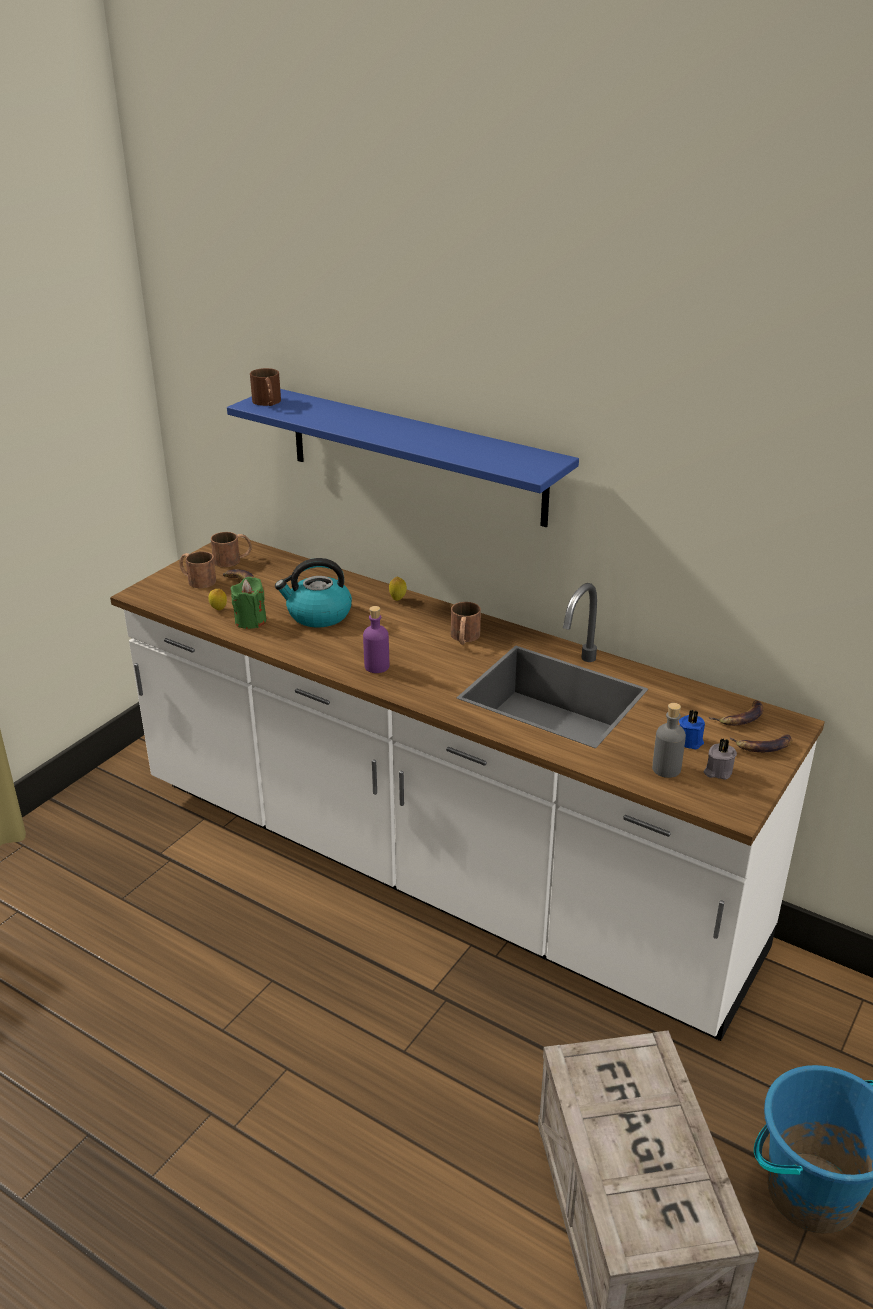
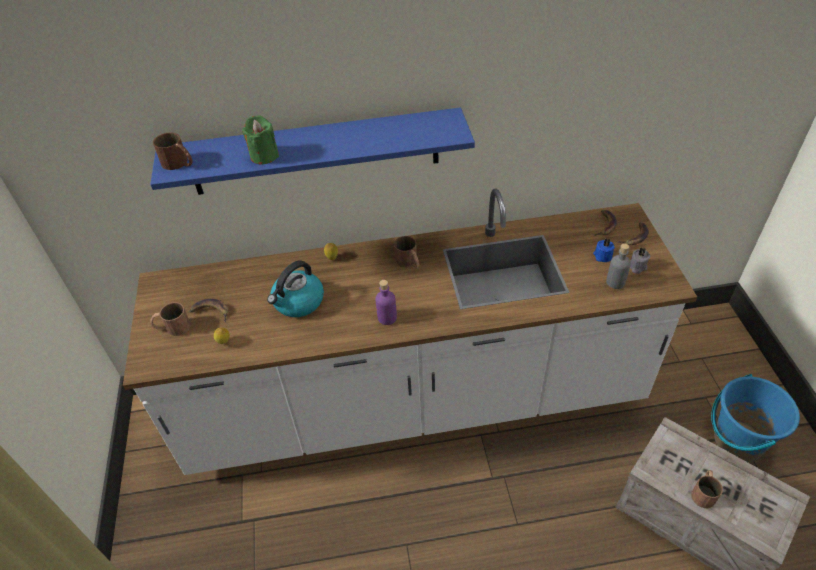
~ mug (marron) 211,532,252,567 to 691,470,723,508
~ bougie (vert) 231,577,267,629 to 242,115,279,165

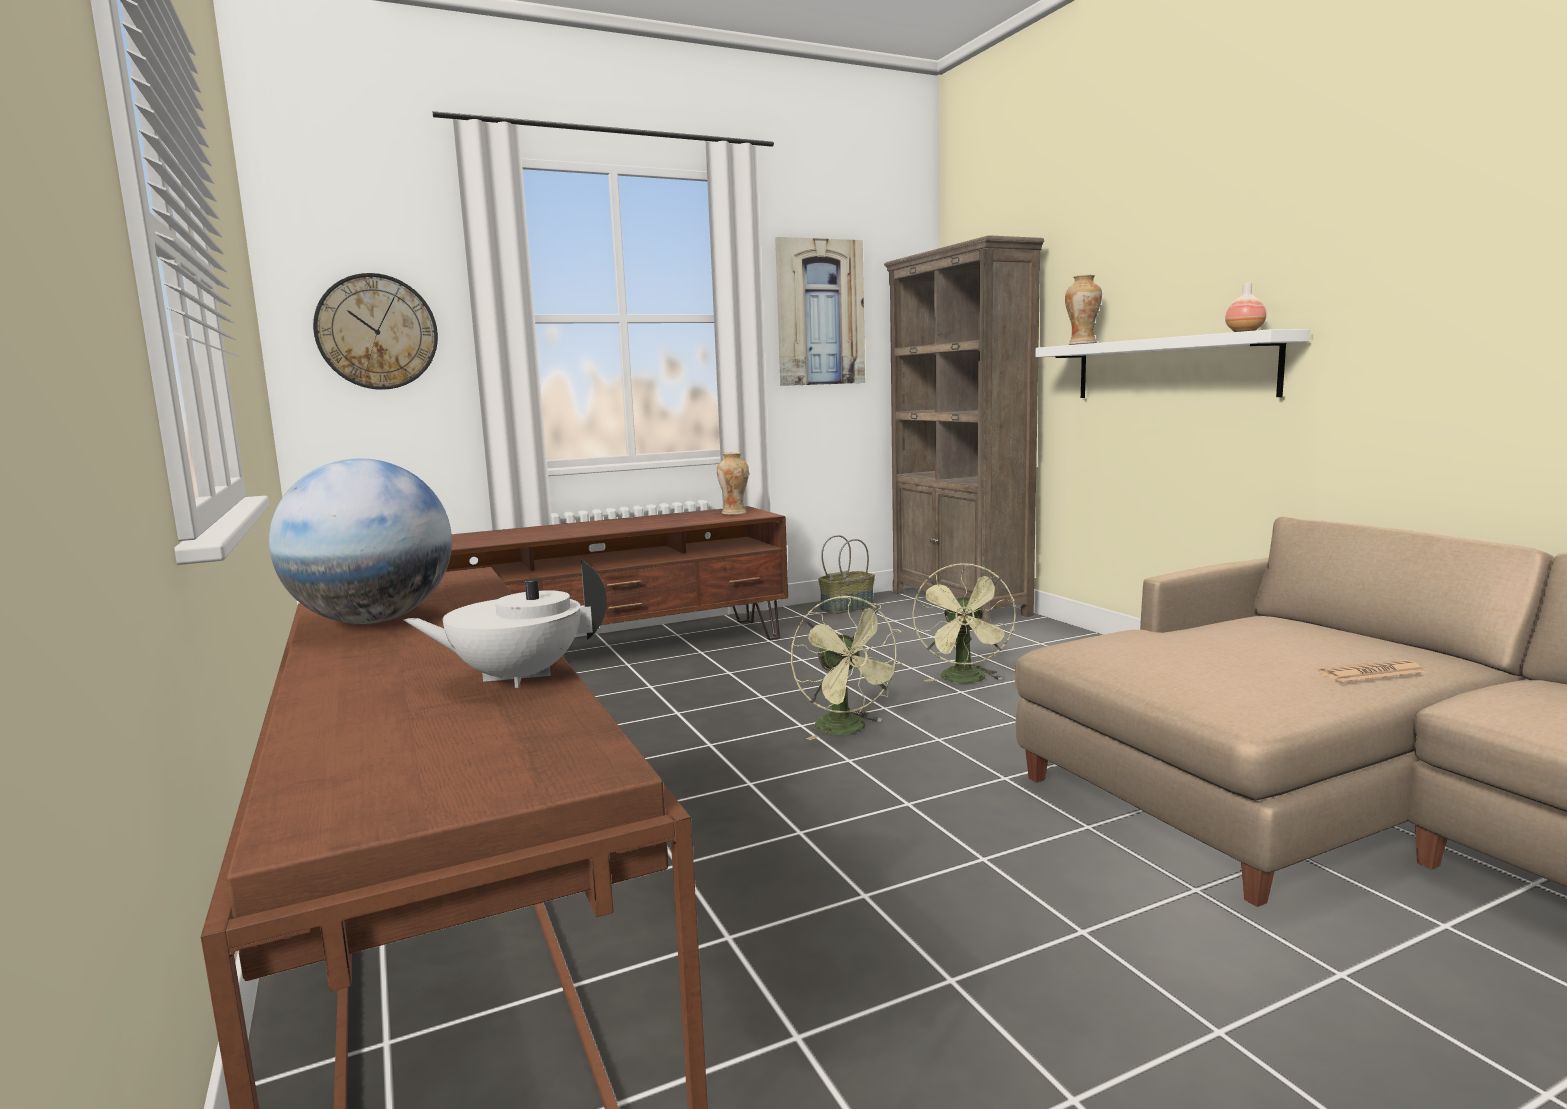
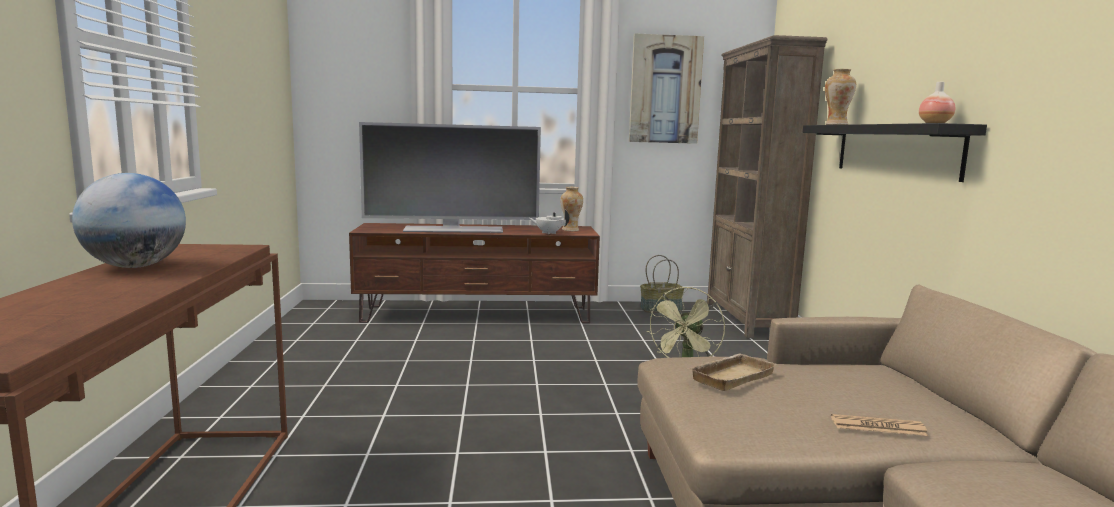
- horloge murale 313,273,438,390
~ théière (blanc) 404,560,607,688 to 529,210,569,234
- ventilateur (vert) 791,596,905,740
~ étagère (blanc) 1036,329,1310,398 to étagère (noir) 803,123,987,182
+ téléviseur 359,122,541,233
+ plateau (beige) 688,354,777,391

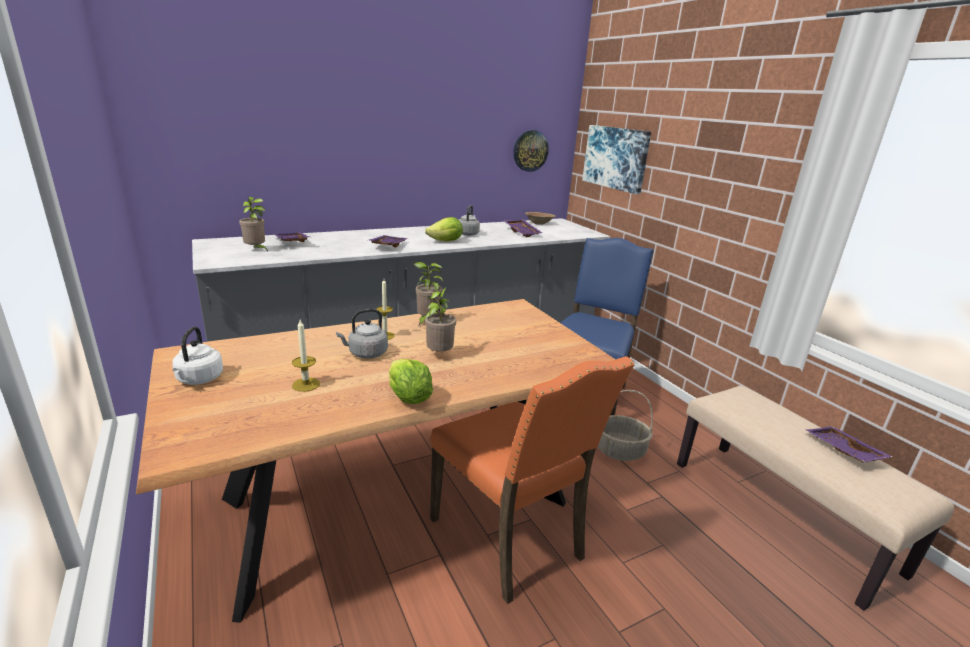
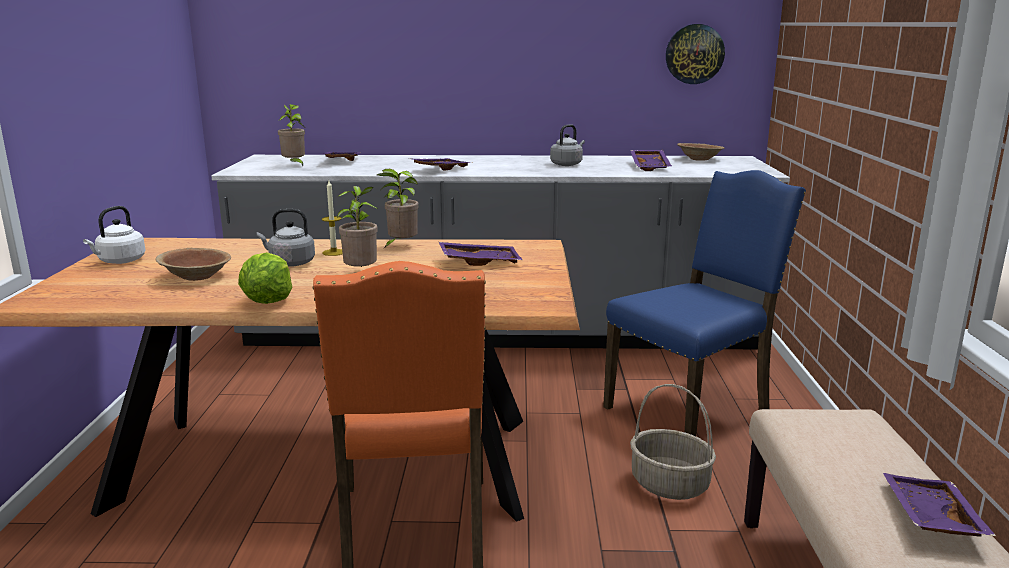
~ bougie 292,320,320,392 to bol (marron) 156,248,231,281
- laitue 425,217,463,242
- tableau 582,125,651,194
+ plateau (violet) 439,242,523,266

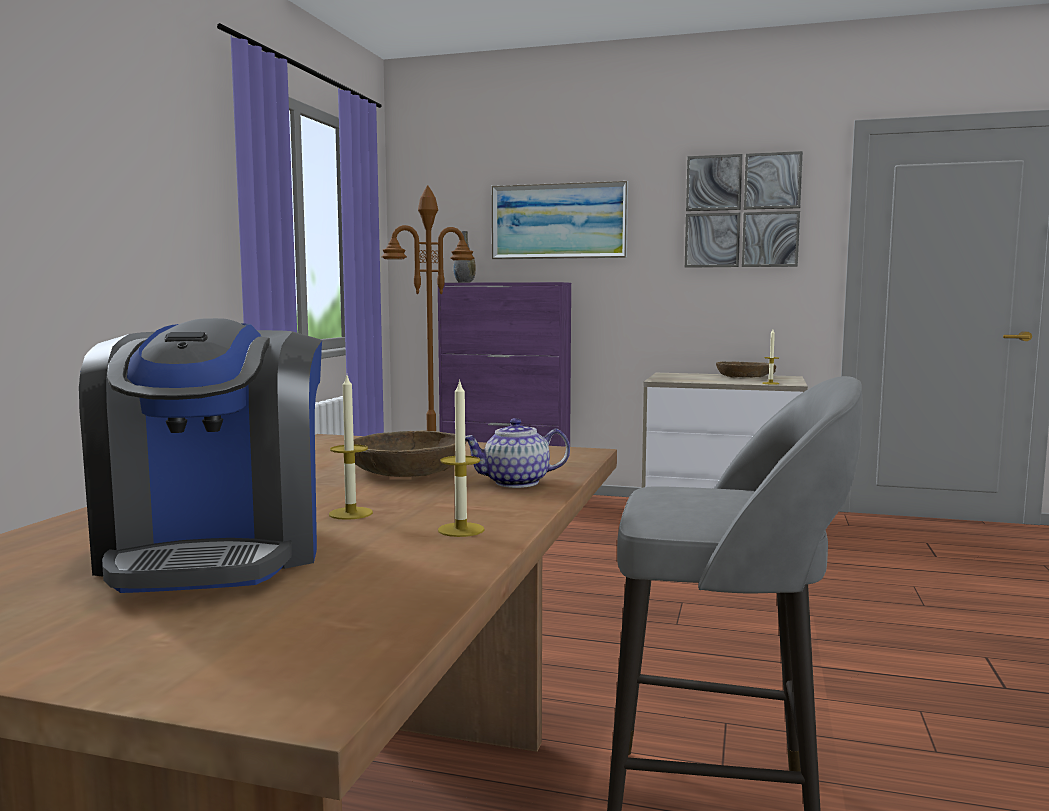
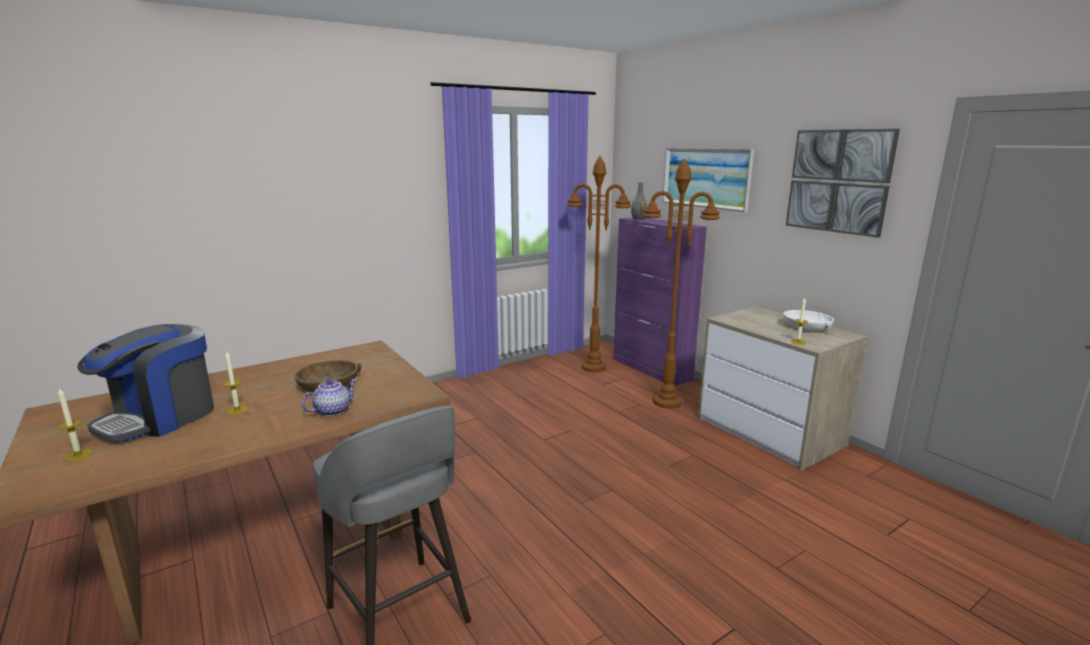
~ bougie 438,379,485,537 to 57,387,93,462
~ théière 465,418,570,488 = 302,379,357,416 105 degrees clockwise
~ bol (marron) 716,362,776,378 to bol (blanc) 783,310,834,331
+ lampadaire (marron) 642,158,720,409

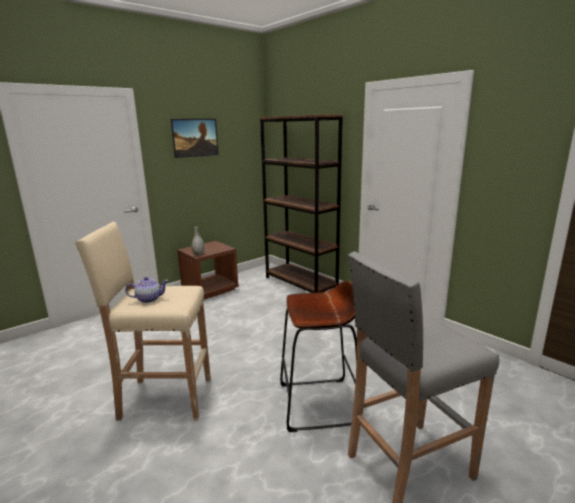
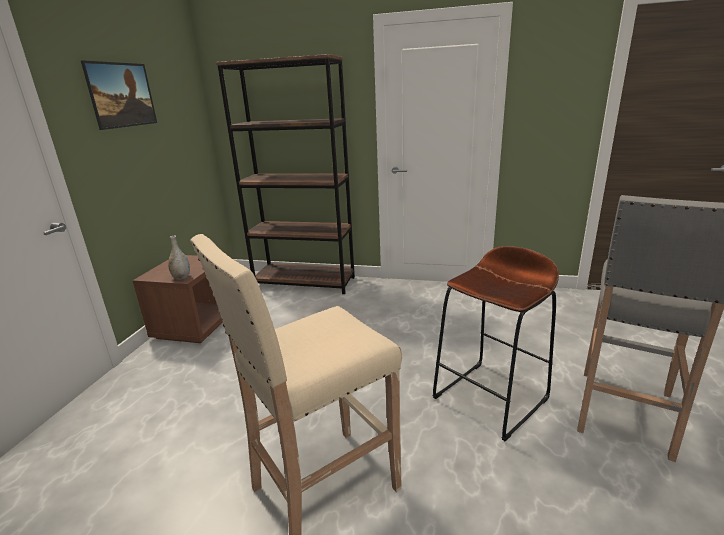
- théière 125,277,168,303

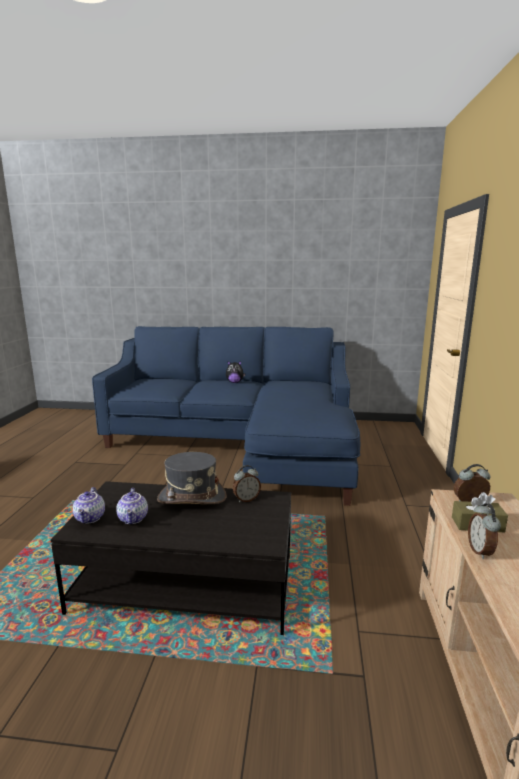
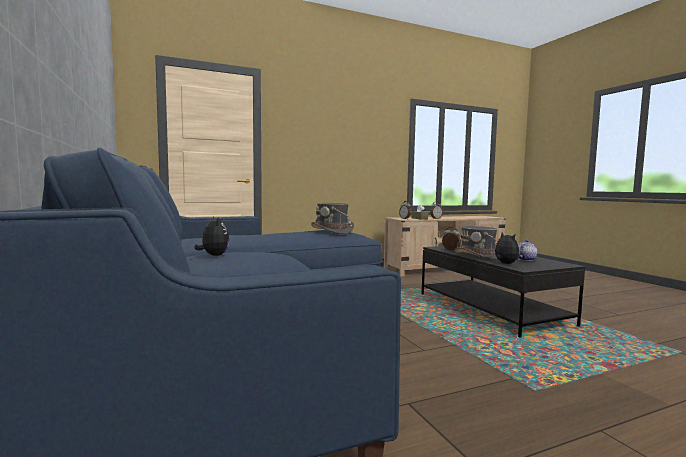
- théière 73,487,105,524
+ chapeau (gris) 311,203,354,234
+ peluche 491,232,519,264

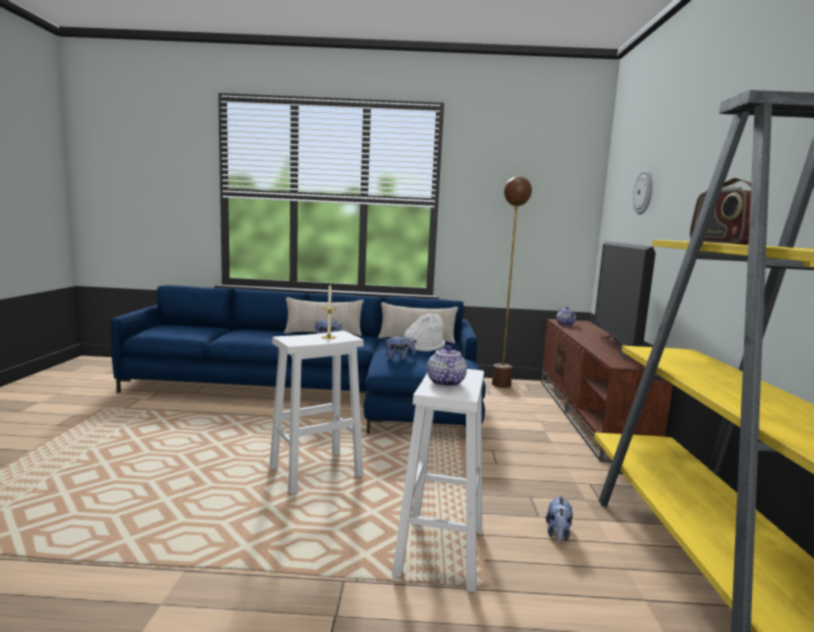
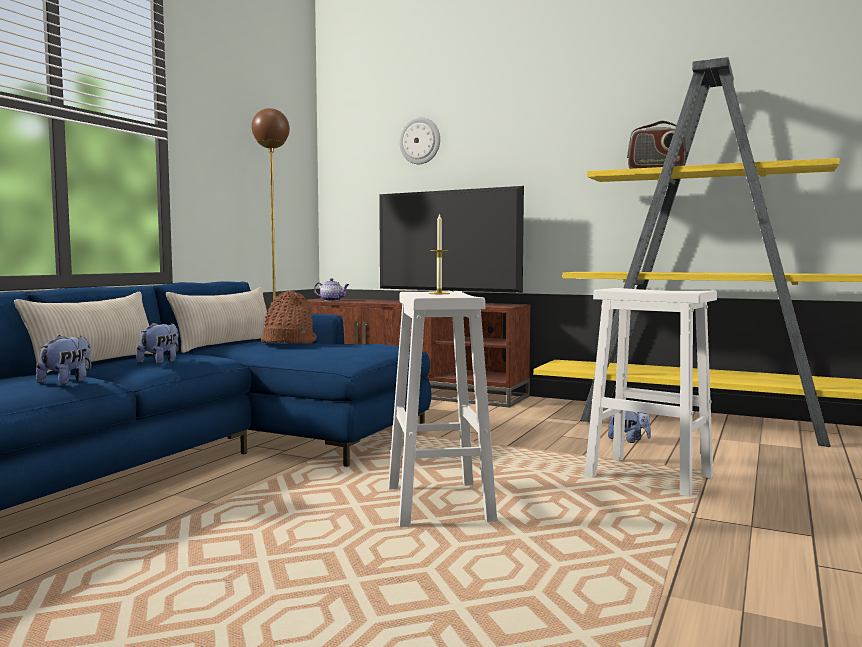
~ peluche 384,335,415,360 to 36,335,91,385
~ chapeau (blanc) 404,314,445,352 to chapeau (marron) 261,291,316,344
- théière 427,345,467,387

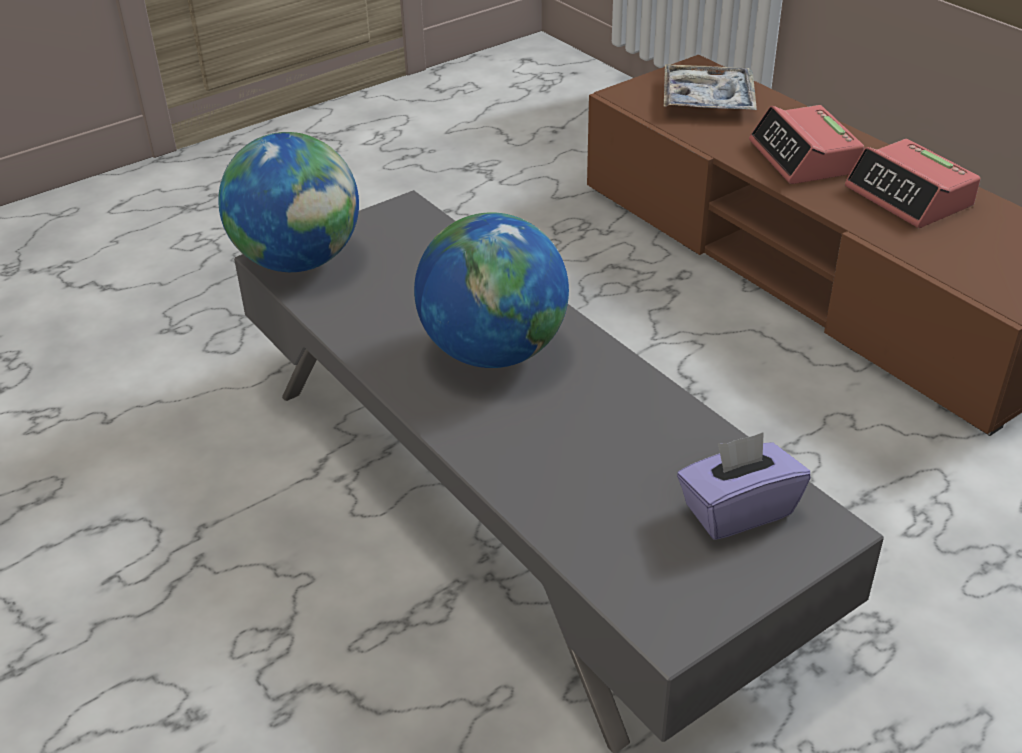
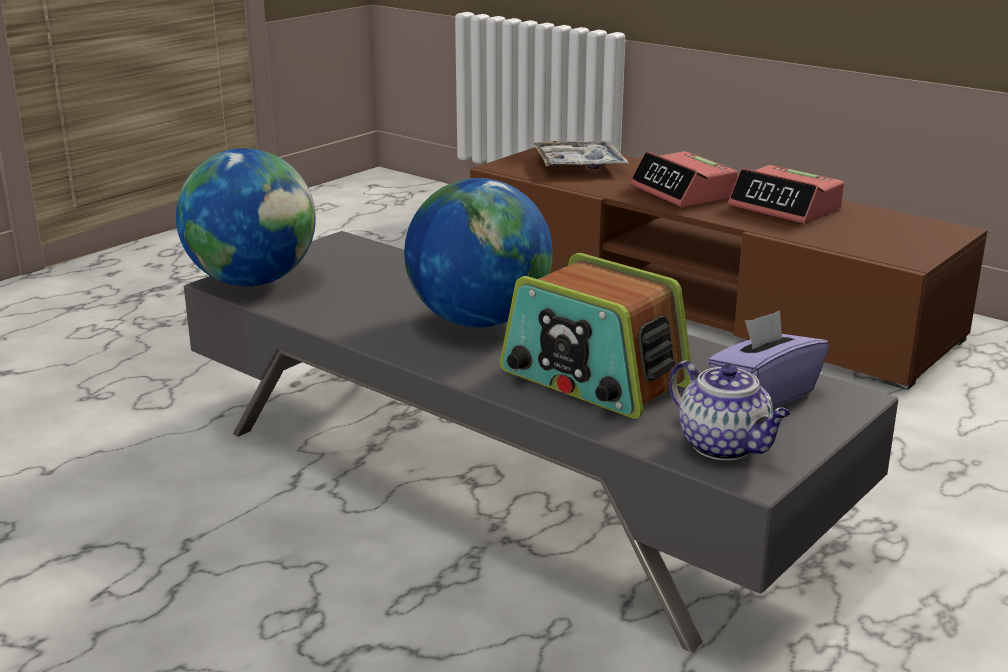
+ radio 500,253,691,419
+ théière 669,360,791,460

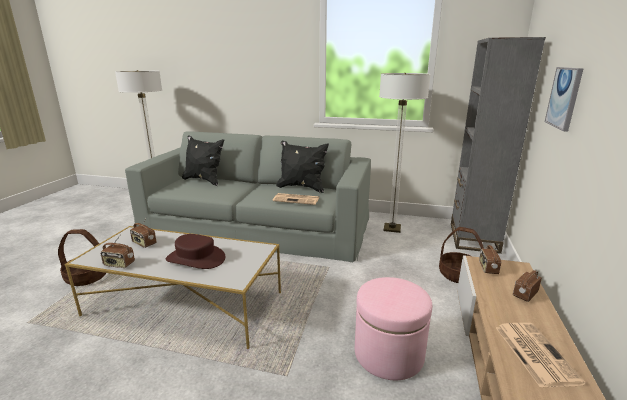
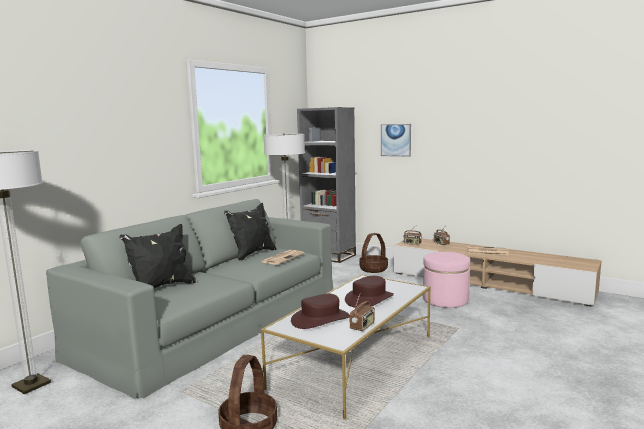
~ radio 130,218,156,248 to chapeau (marron) 291,294,350,329

